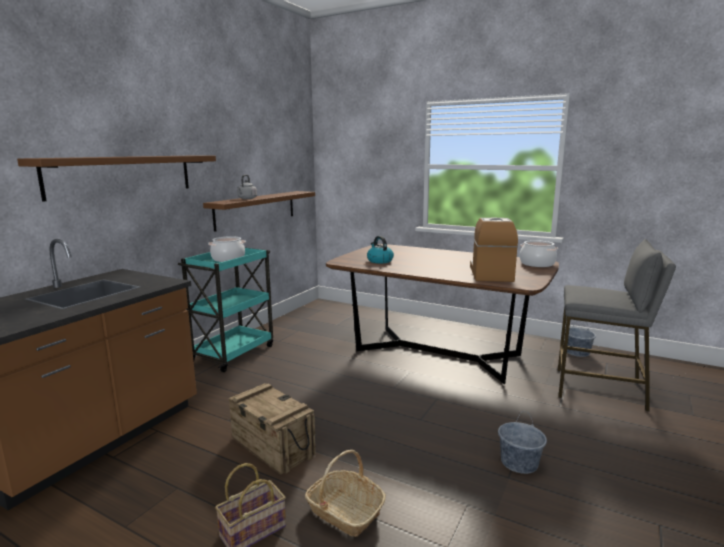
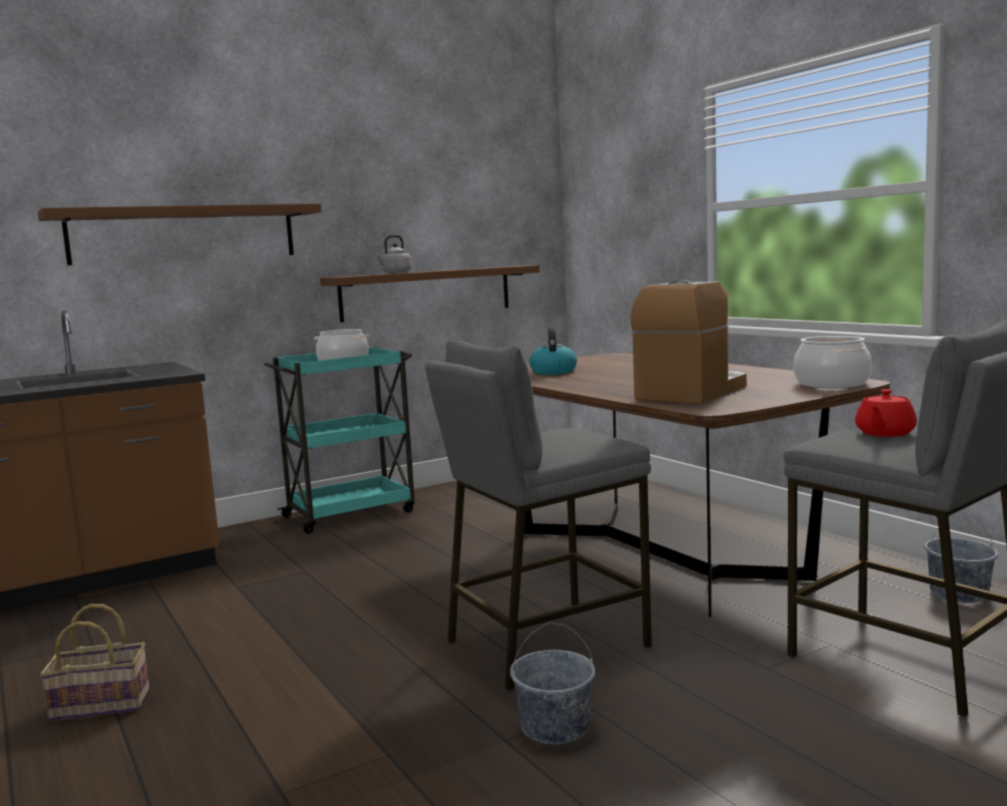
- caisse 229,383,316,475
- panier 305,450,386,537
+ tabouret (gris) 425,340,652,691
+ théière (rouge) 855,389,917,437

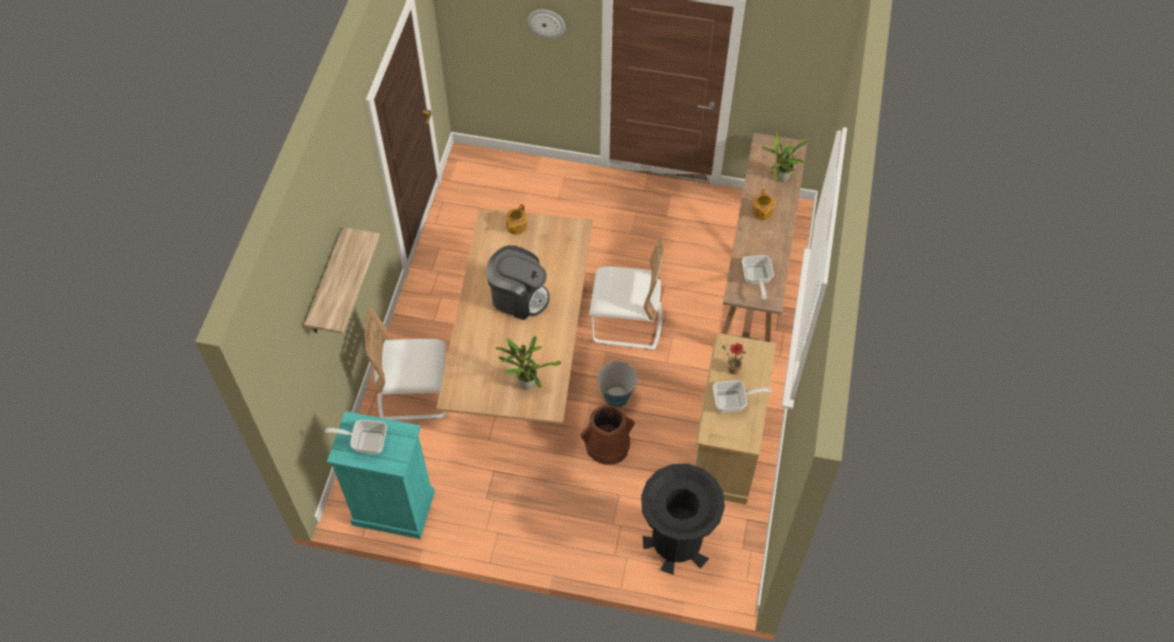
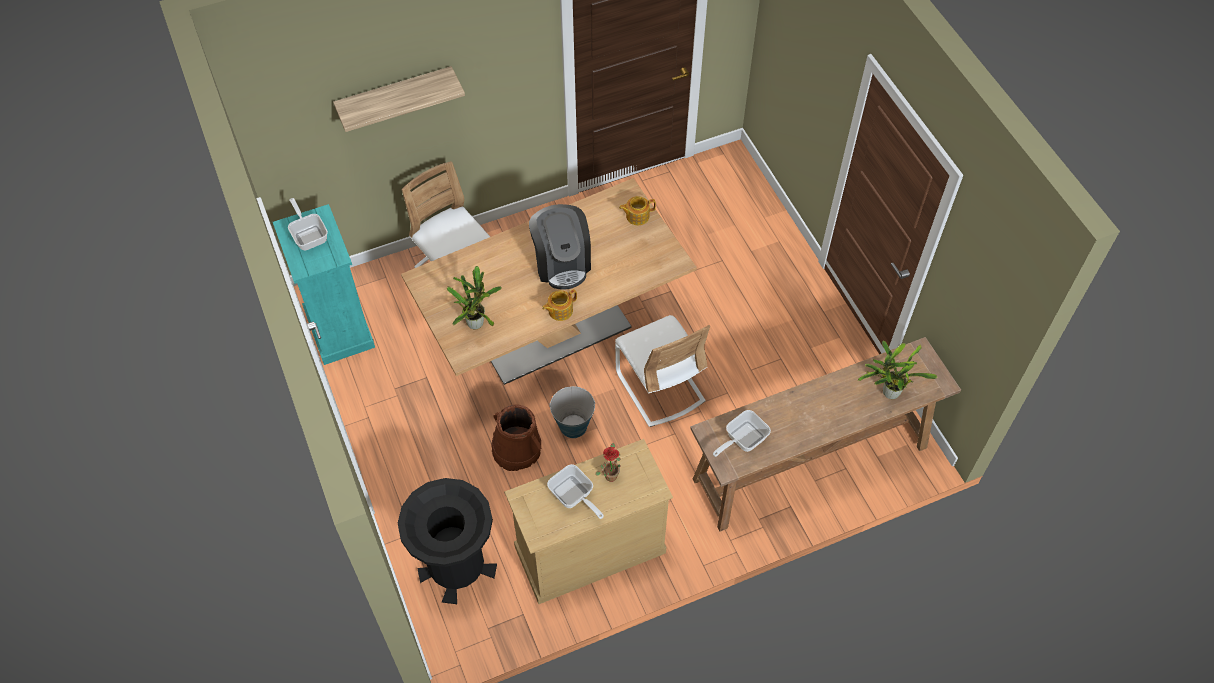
- horloge murale 528,9,565,38
~ théière 752,189,775,220 to 542,289,577,321

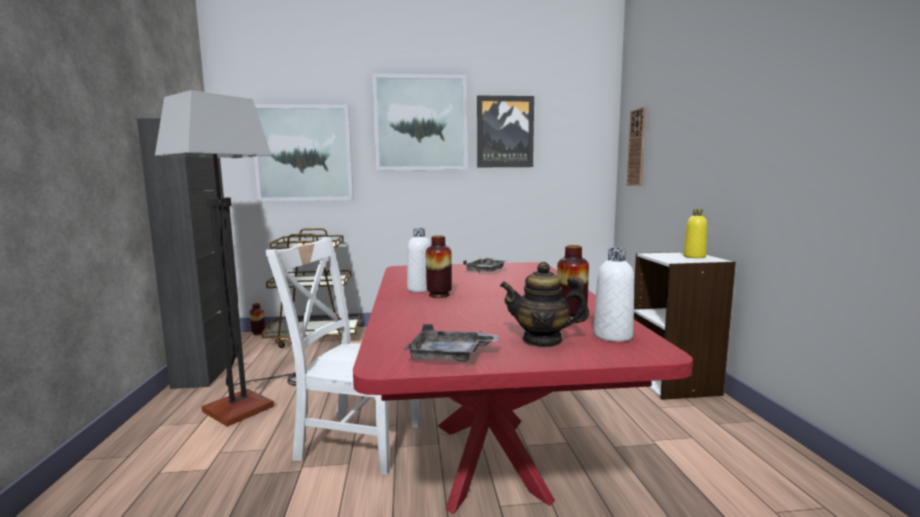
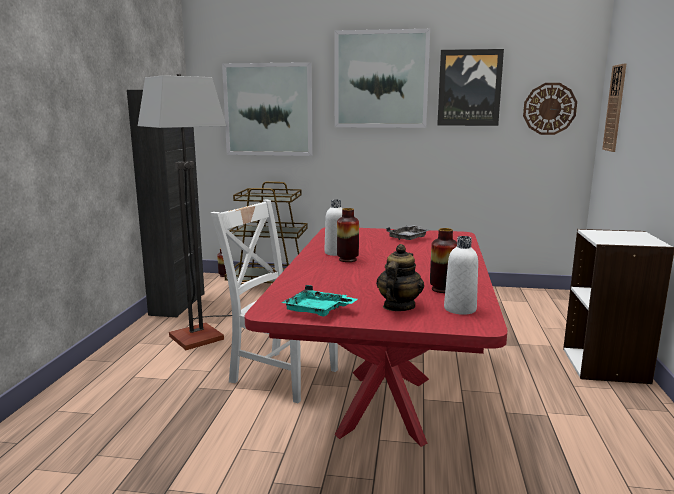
~ plateau (gris) 403,324,499,362 to plateau (turquoise) 281,285,357,317
~ théière 500,262,589,347 = 376,244,424,311 90 degrees clockwise
- bouteille (jaune) 683,209,707,258
+ horloge murale 523,83,577,135

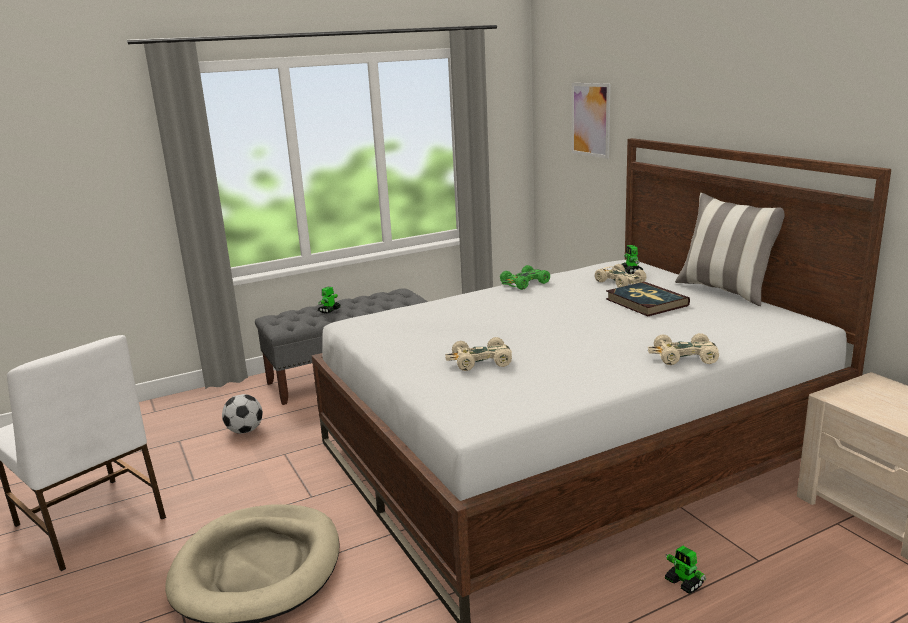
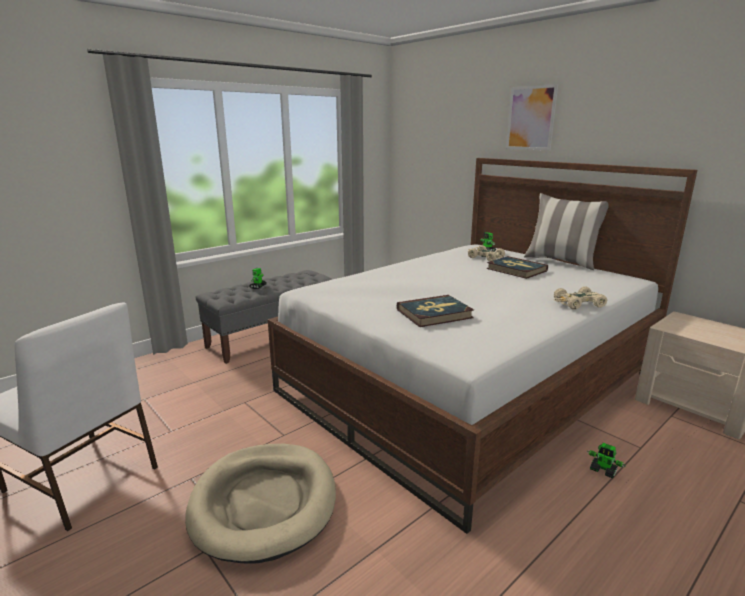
- ballon de foot 222,394,263,434
~ petite voiture (beige) 445,337,512,371 to livre 397,295,474,327
- petite voiture (vert) 500,265,550,290
~ tableau 572,83,611,159 to 506,84,558,150

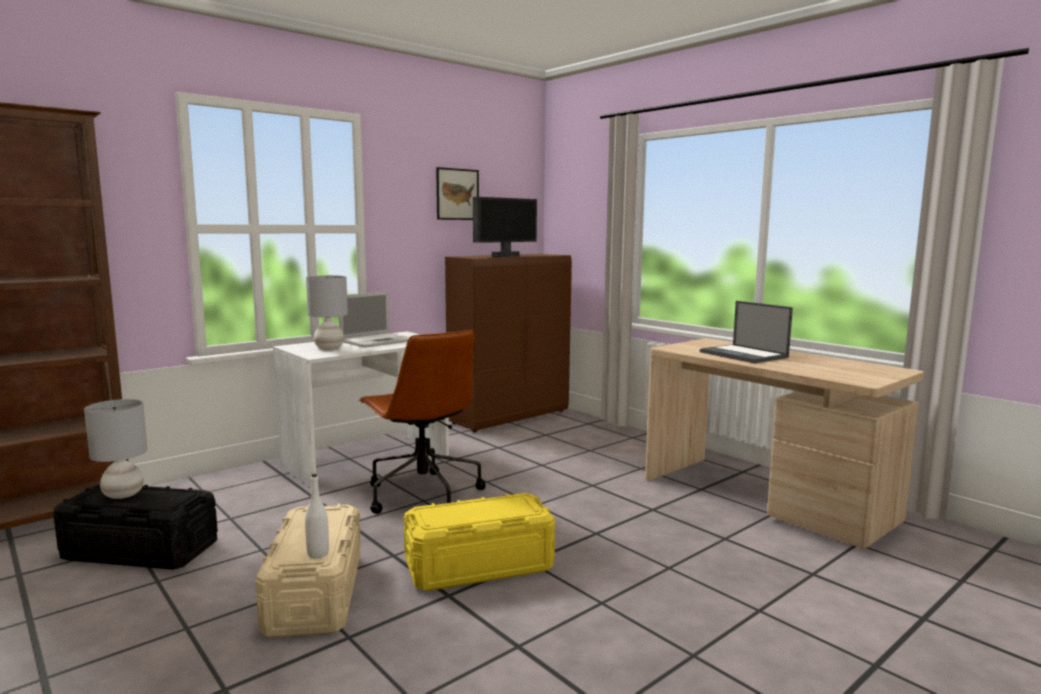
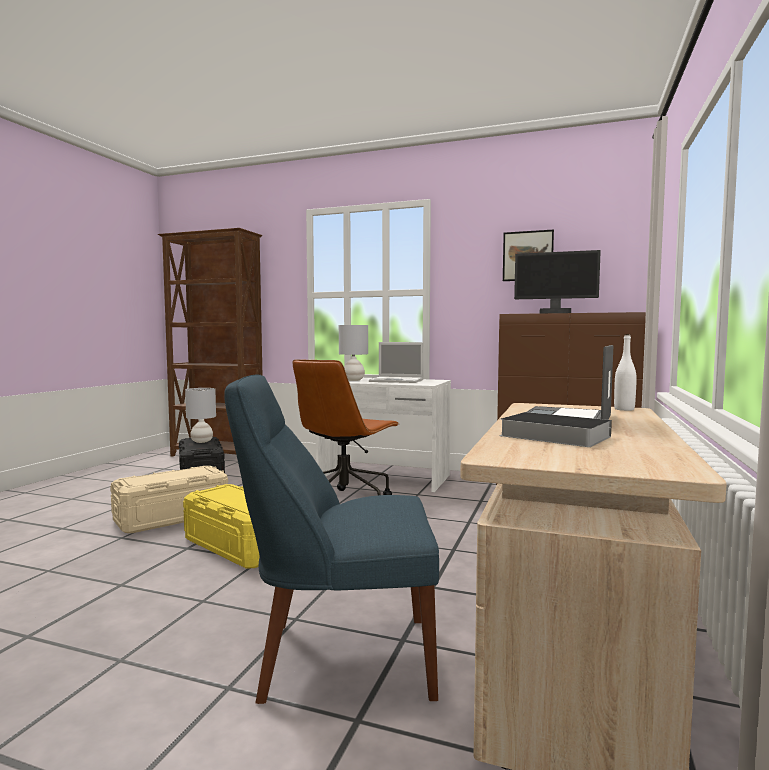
~ bouteille (blanc) 305,474,329,558 to 614,334,637,411
+ chaise (bleu) 224,375,439,704
+ livre 499,412,612,447

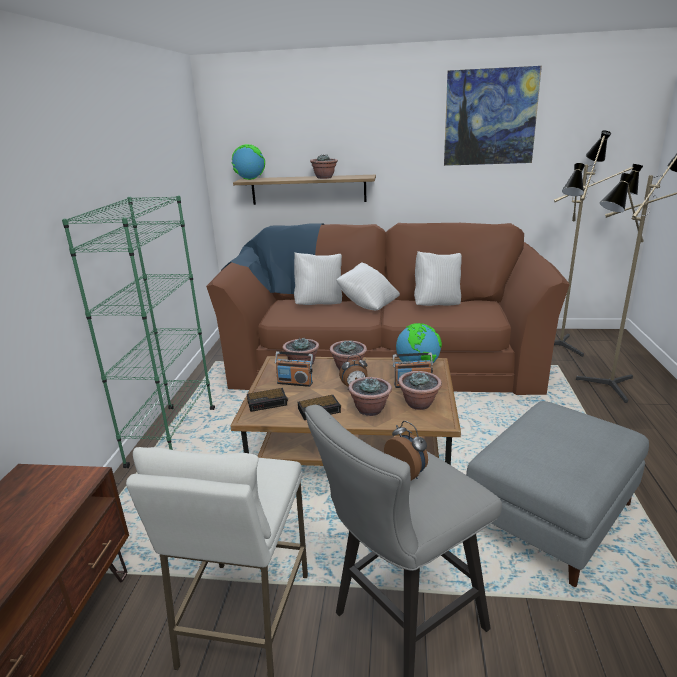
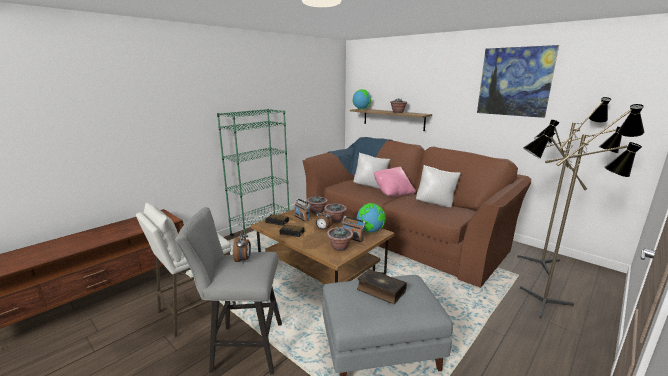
~ coussin (blanc) 336,262,400,311 to coussin (rose) 374,167,416,197
- plante en pot 348,377,392,416
+ livre 357,269,407,304

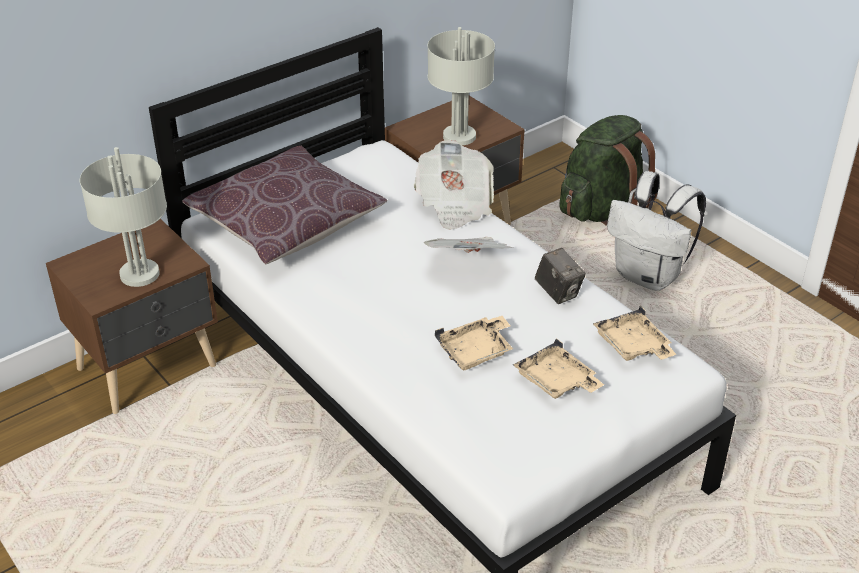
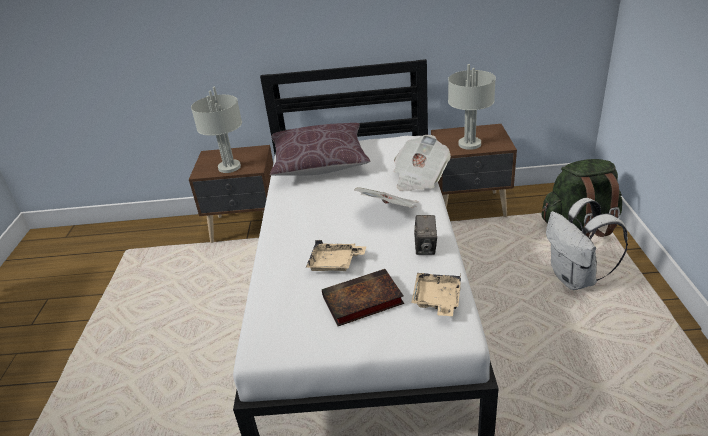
~ plateau (beige) 513,339,604,399 to livre 322,269,404,326

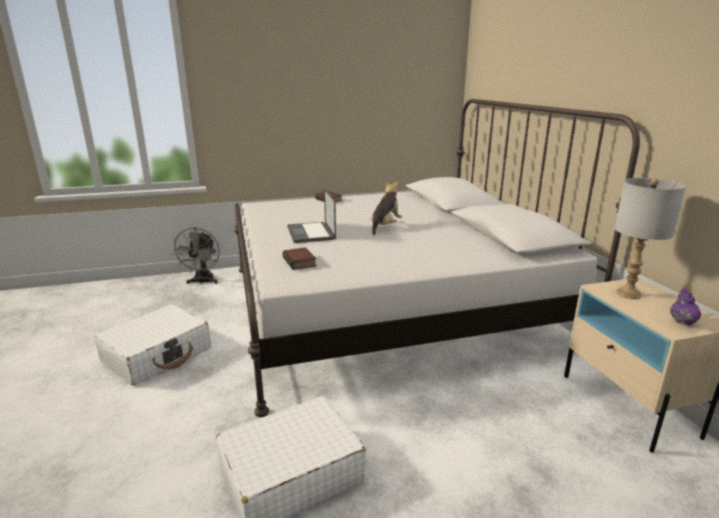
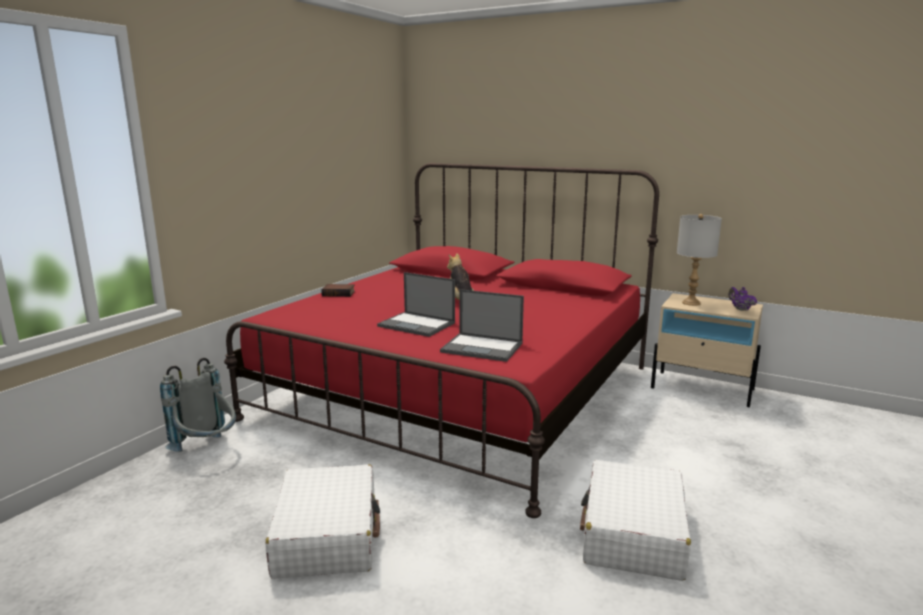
~ ventilateur (gris) 172,227,220,284 to sac à dos (gris) 160,358,236,452
~ lit (blanc) 234,99,640,417 to lit (rouge) 224,163,659,518
~ livre 283,247,316,270 to ordinateur portable 440,289,524,362

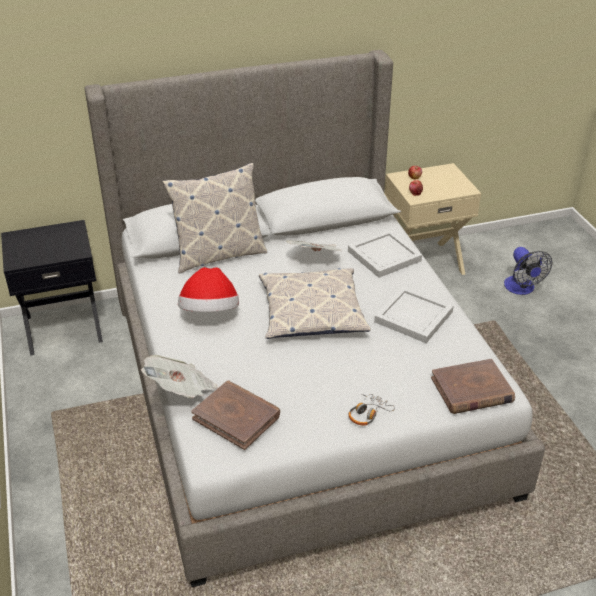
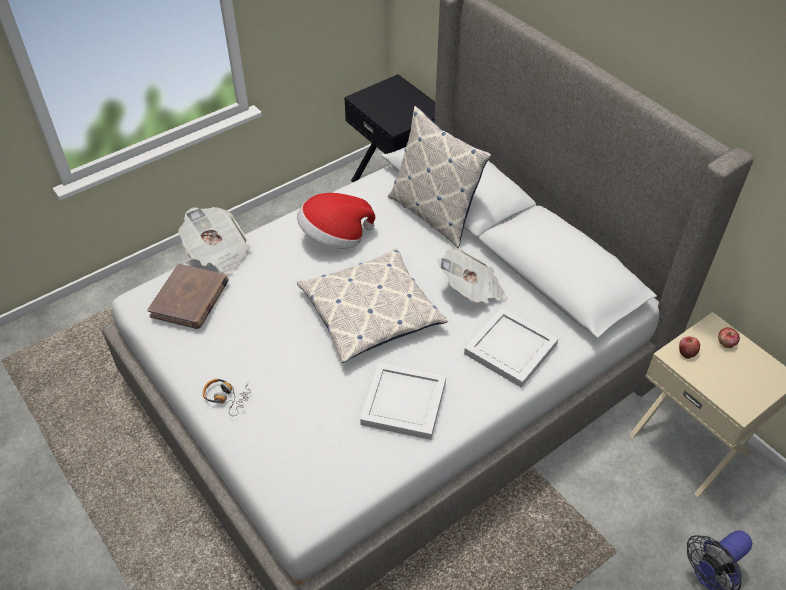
- livre (marron) 431,359,515,414

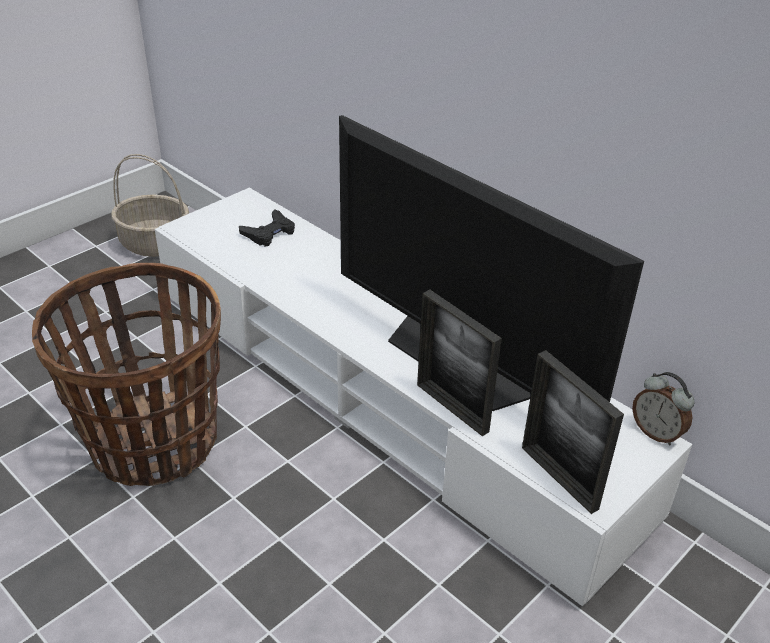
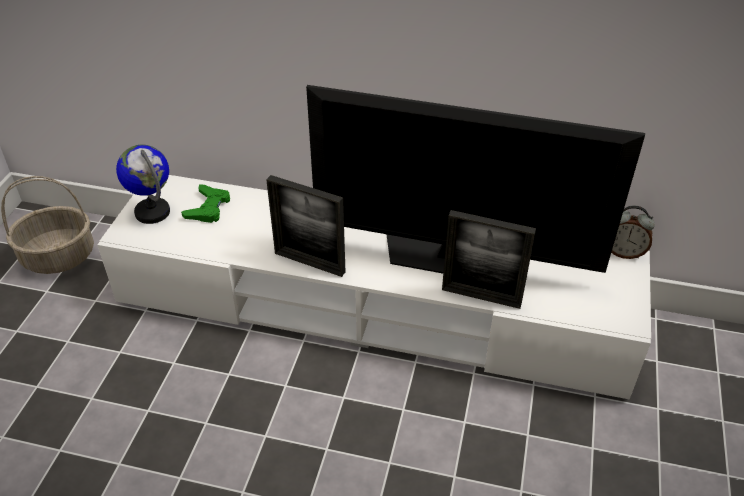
- panier 32,263,221,486
~ manette (noir) 239,209,295,247 to manette (vert) 181,184,230,223
~ cadre photo 522,350,624,514 to 266,175,346,277
+ globe 116,145,170,224

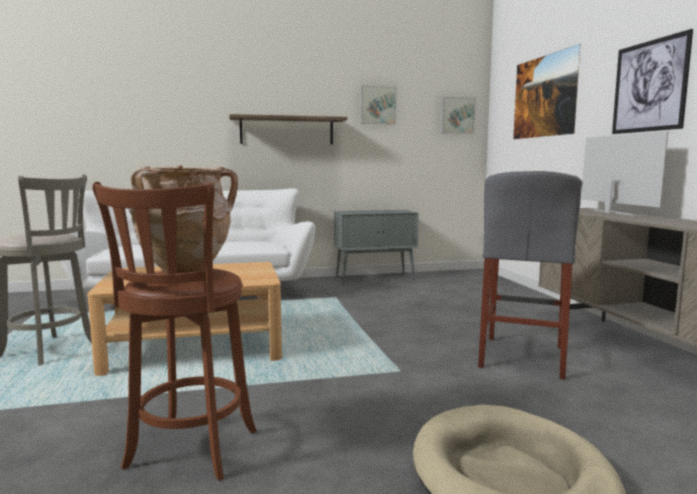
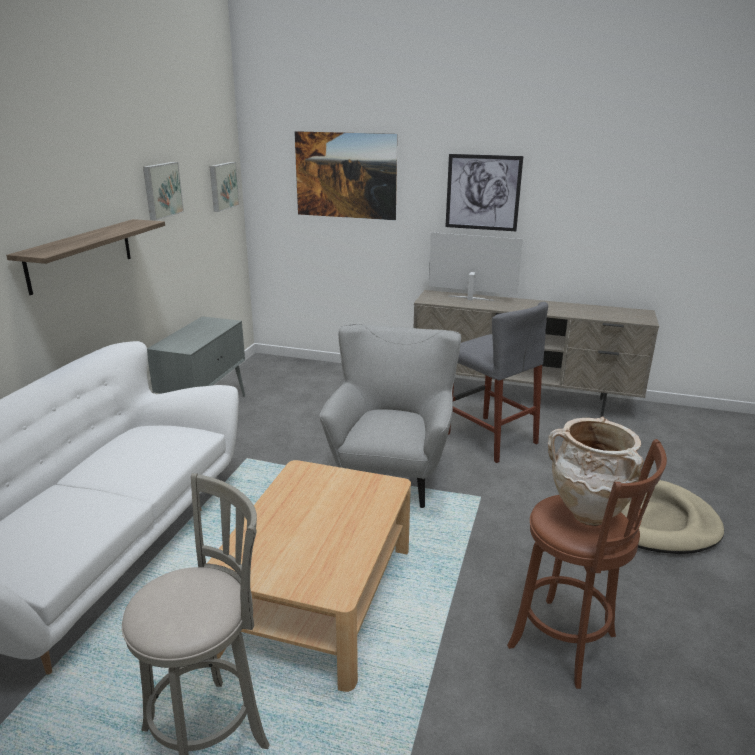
+ fauteuil (gris) 319,324,461,508

